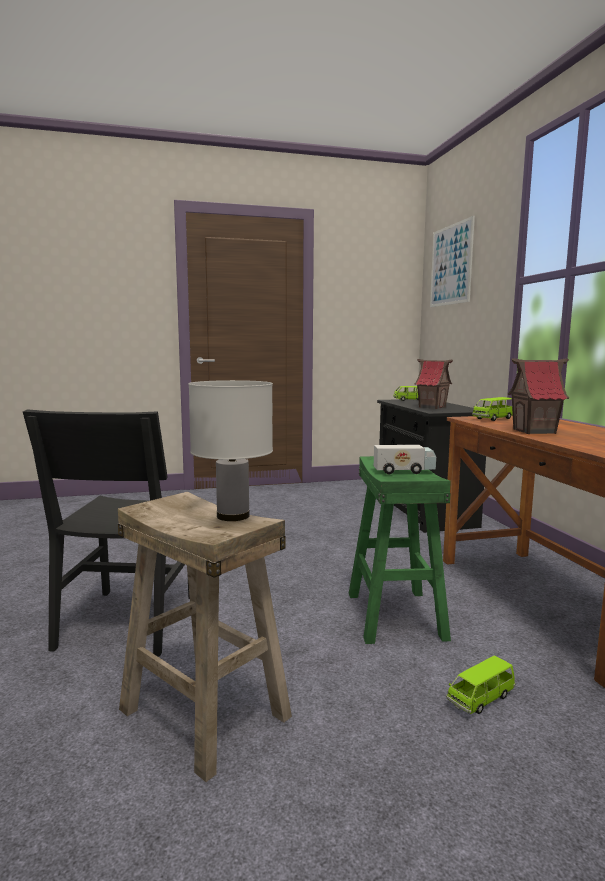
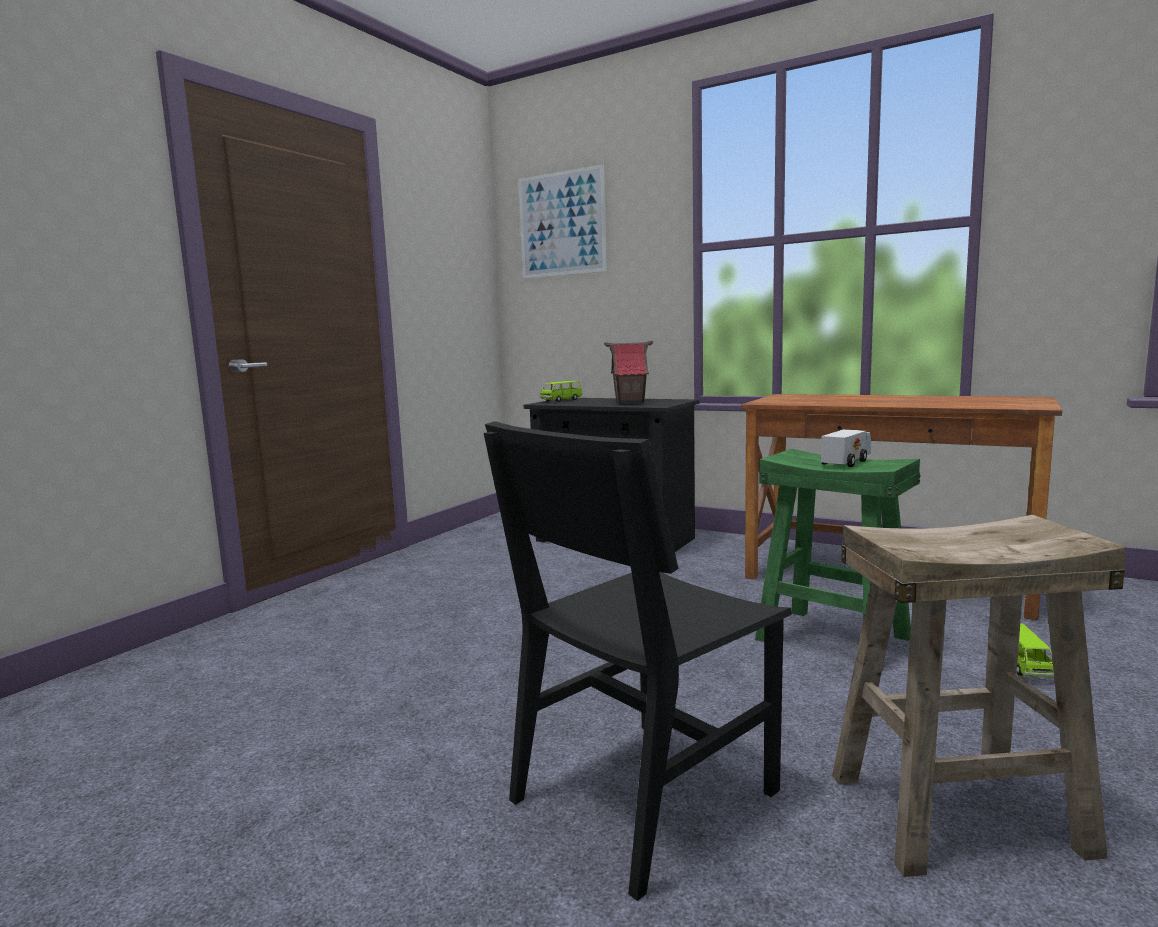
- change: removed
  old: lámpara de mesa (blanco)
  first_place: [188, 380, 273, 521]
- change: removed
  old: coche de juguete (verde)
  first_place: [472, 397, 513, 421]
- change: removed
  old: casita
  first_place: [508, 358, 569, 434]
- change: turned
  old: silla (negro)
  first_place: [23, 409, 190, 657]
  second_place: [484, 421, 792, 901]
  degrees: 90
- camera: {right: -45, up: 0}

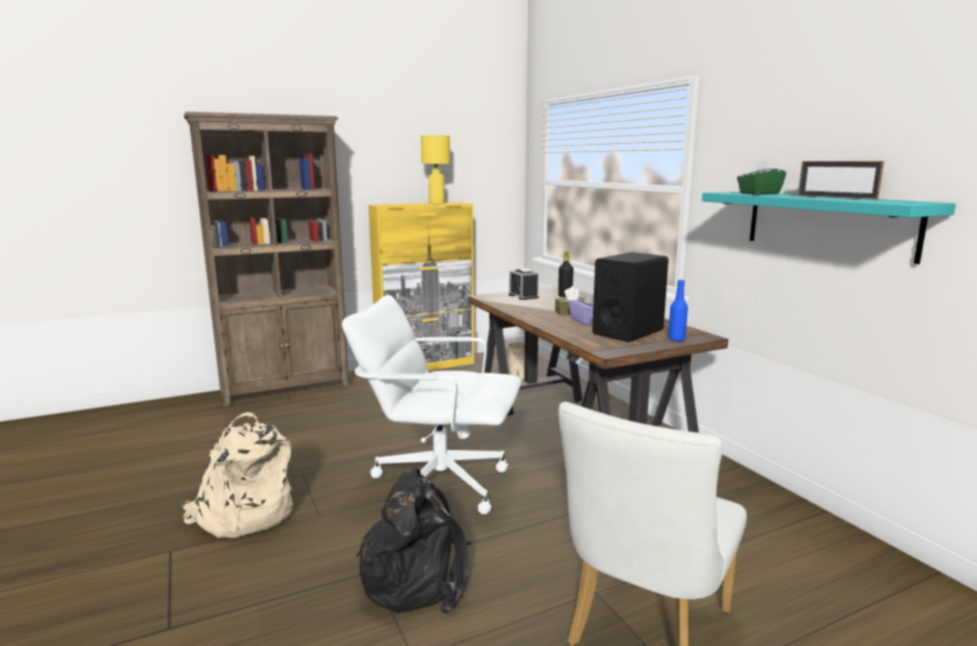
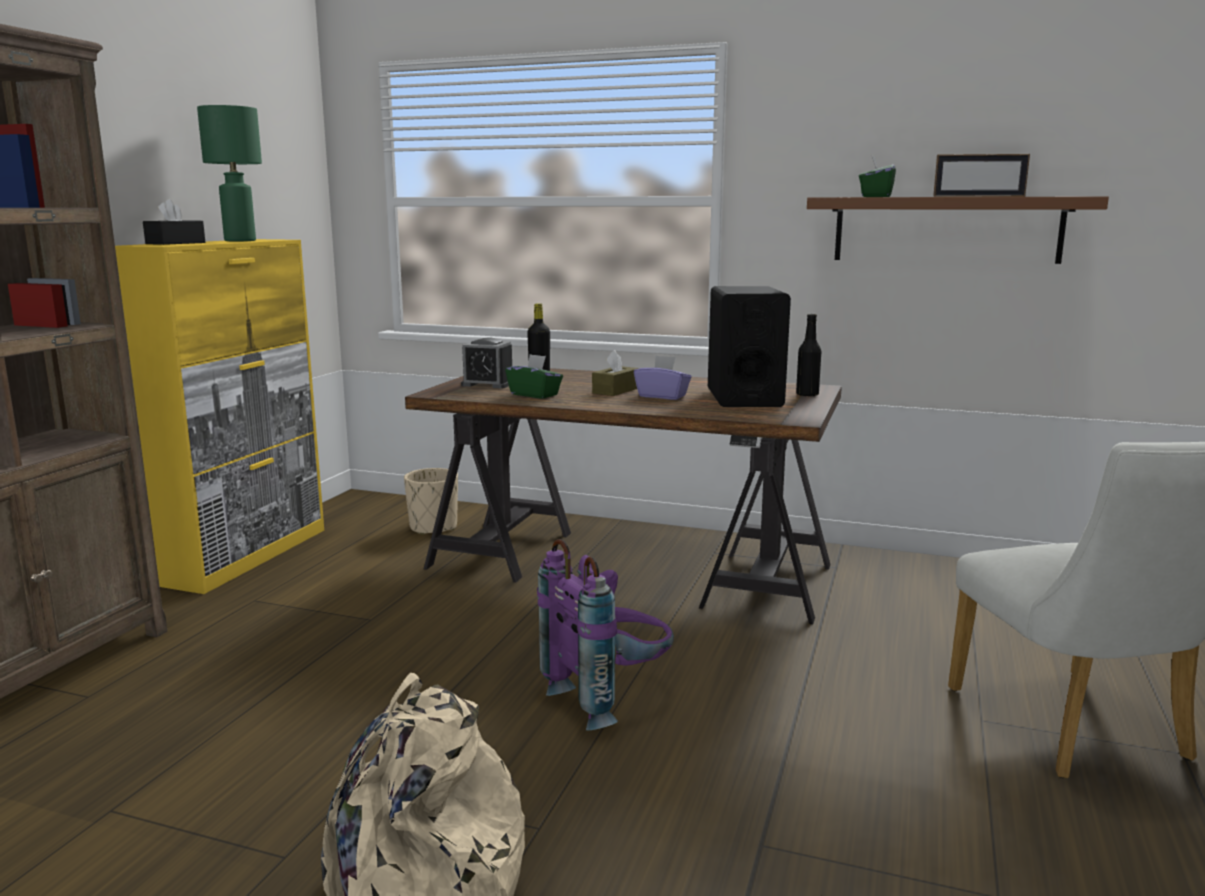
- change: removed
  old: mochila (negro)
  first_place: [356, 468, 472, 613]
- change: added
  new: caja de pañuelos (negro)
  second_place: [143, 199, 205, 245]
- change: added
  new: caja de pañuelos (verde)
  second_place: [505, 354, 563, 398]
- change: replaced
  old: silla de oficina (blanco)
  new: mochila (morado)
  first_place: [342, 295, 522, 515]
  second_place: [537, 539, 674, 731]
- change: recoloured
  old: lámpara de mesa (amarillo)
  new: lámpara de mesa (verde)
  first_place: [421, 135, 450, 204]
  second_place: [197, 105, 262, 241]
- change: recoloured
  old: botella (azul)
  new: botella (negro)
  first_place: [668, 280, 688, 341]
  second_place: [796, 314, 821, 397]
- change: recoloured
  old: estante (turquesa)
  new: estante (marrón)
  first_place: [702, 192, 956, 264]
  second_place: [807, 196, 1109, 264]
- camera: {right: -45, up: 0}

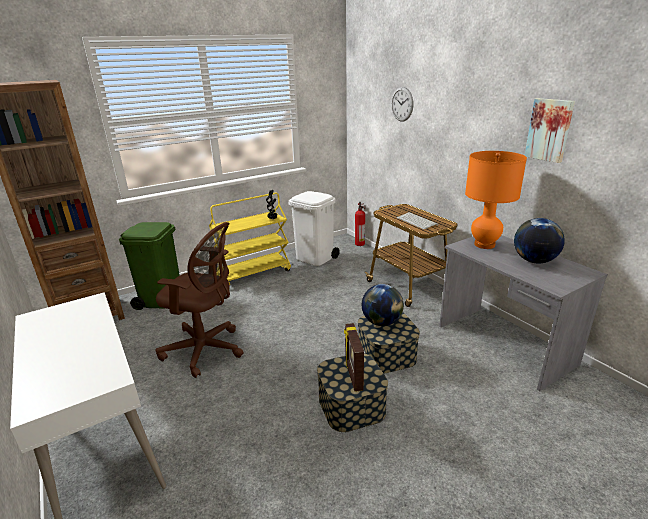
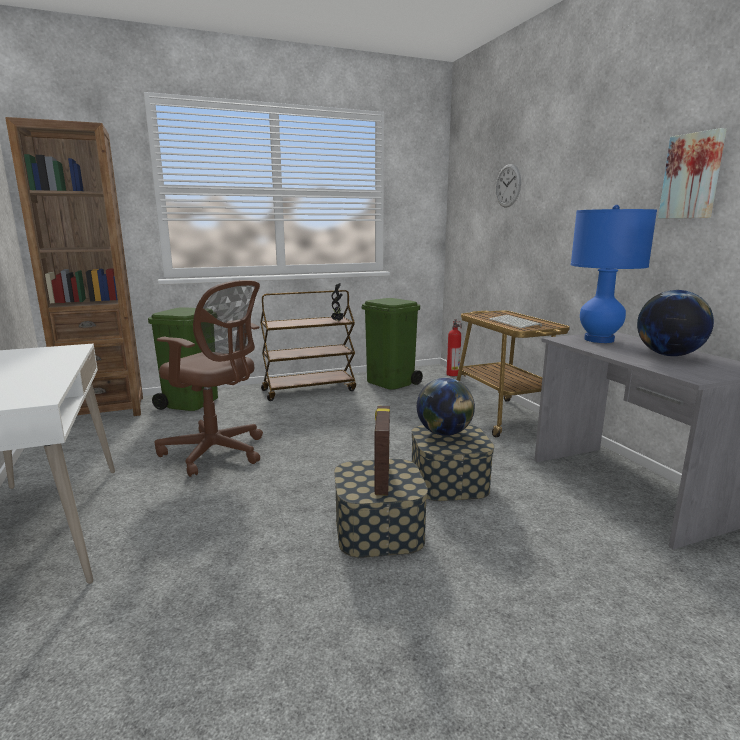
- change: recoloured
  old: carrito (amarillo)
  new: carrito (marrón)
  first_place: [209, 193, 291, 286]
  second_place: [260, 290, 356, 401]
- change: recoloured
  old: papelera (blanco)
  new: papelera (verde)
  first_place: [288, 191, 340, 266]
  second_place: [361, 298, 423, 390]
- change: recoloured
  old: lámpara de mesa (naranja)
  new: lámpara de mesa (azul)
  first_place: [465, 151, 527, 249]
  second_place: [571, 205, 657, 343]
- camera: {right: 10, up: -10}

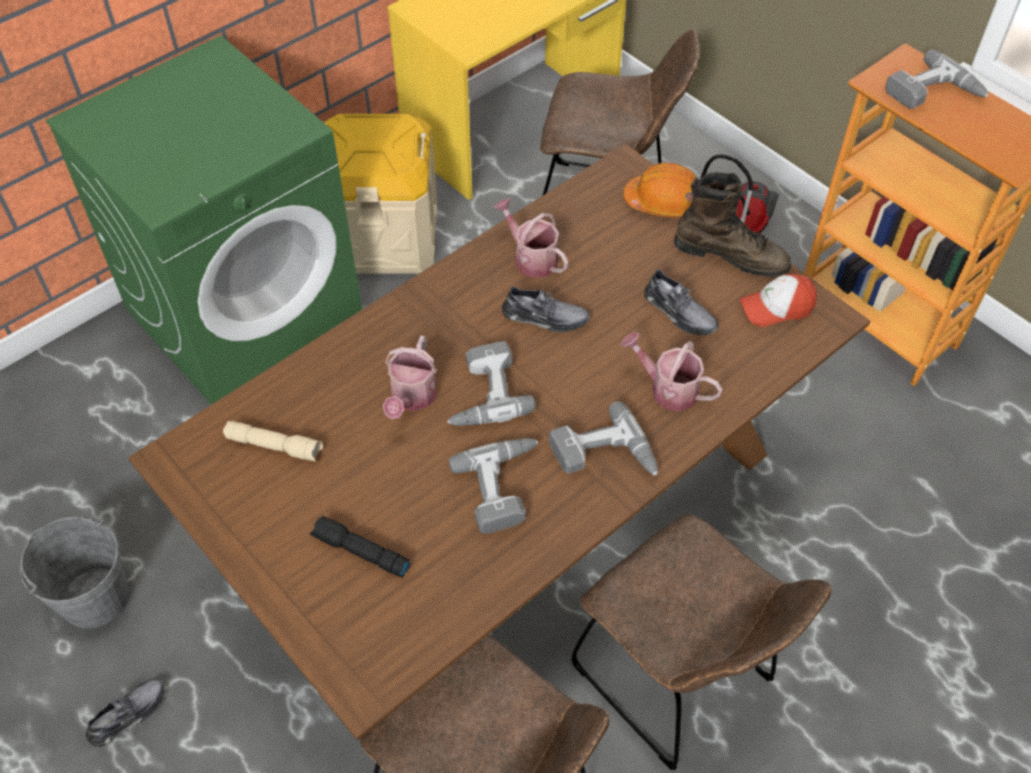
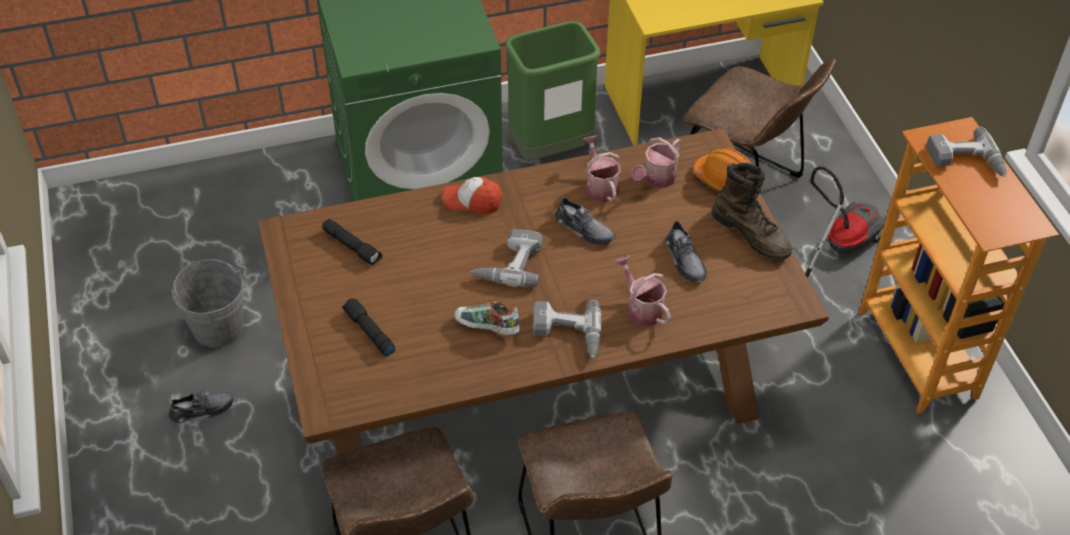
- change: moved
  old: regadera
  first_place: [383, 336, 437, 419]
  second_place: [631, 137, 682, 188]
- change: moved
  old: gorra
  first_place: [739, 274, 817, 327]
  second_place: [443, 177, 501, 214]
- change: replaced
  old: caja de almacenaje (beis)
  new: papelera (verde)
  first_place: [324, 114, 437, 274]
  second_place: [505, 21, 600, 159]
- change: replaced
  old: taladro
  new: zapato
  first_place: [449, 438, 538, 534]
  second_place: [454, 301, 520, 335]
- change: recoloured
  old: linterna (beis)
  new: linterna (negro)
  first_place: [223, 421, 323, 462]
  second_place: [322, 219, 382, 266]
- camera: {right: 25, up: -5}

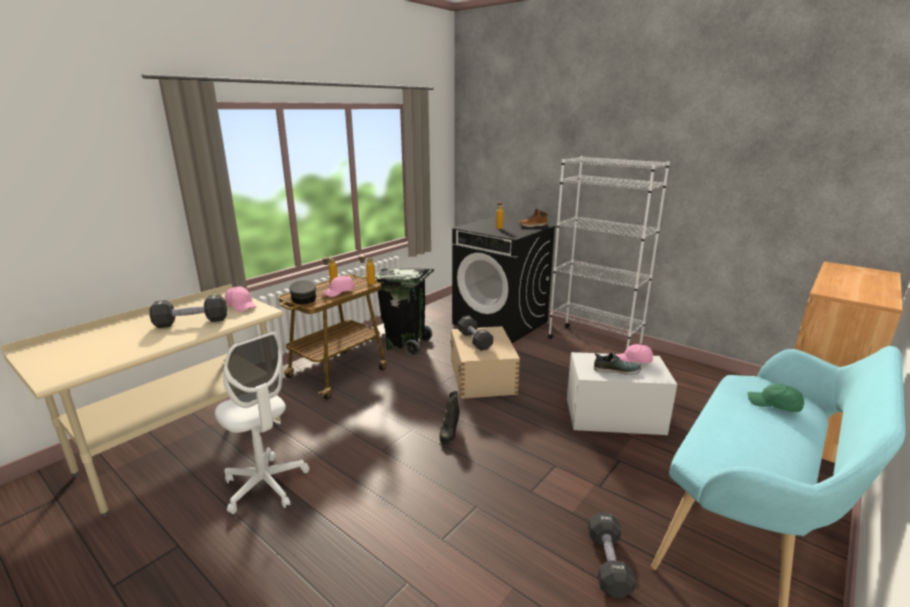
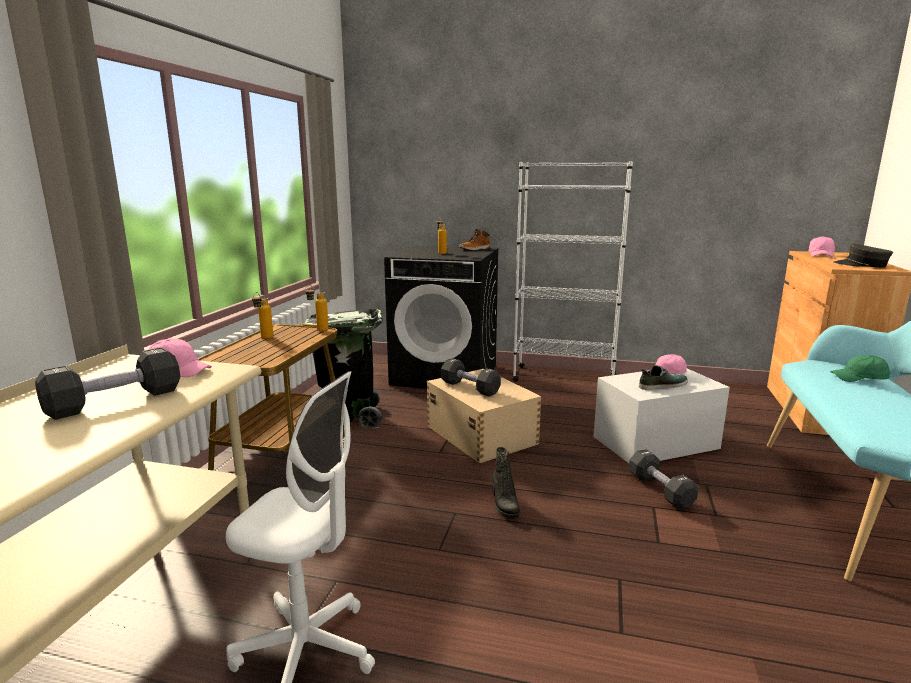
- change: moved
  old: gorra (gris)
  first_place: [289, 280, 317, 304]
  second_place: [834, 243, 893, 268]
- change: moved
  old: gorra (rosa)
  first_place: [322, 276, 355, 297]
  second_place: [809, 236, 835, 258]
- change: moved
  old: mancuerna (negro)
  first_place: [588, 512, 636, 598]
  second_place: [629, 449, 699, 510]
- camera: {right: -25, up: -5}

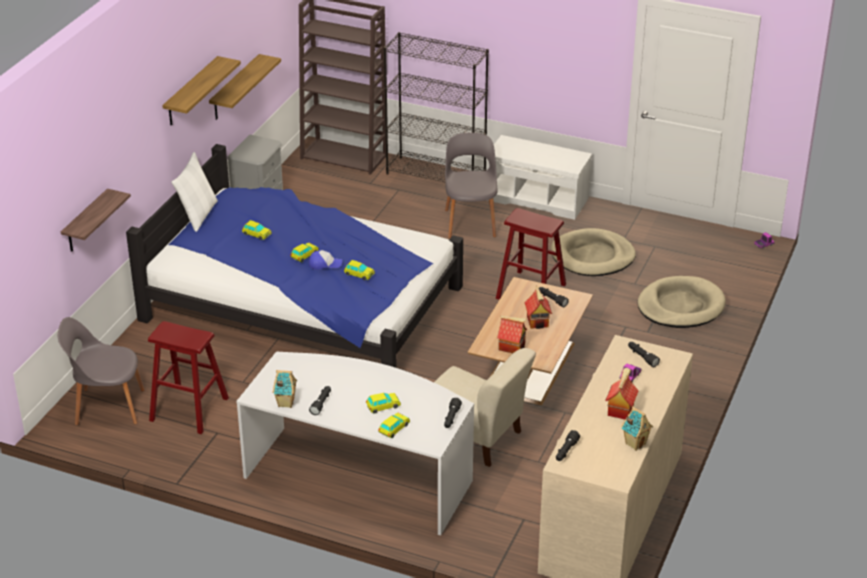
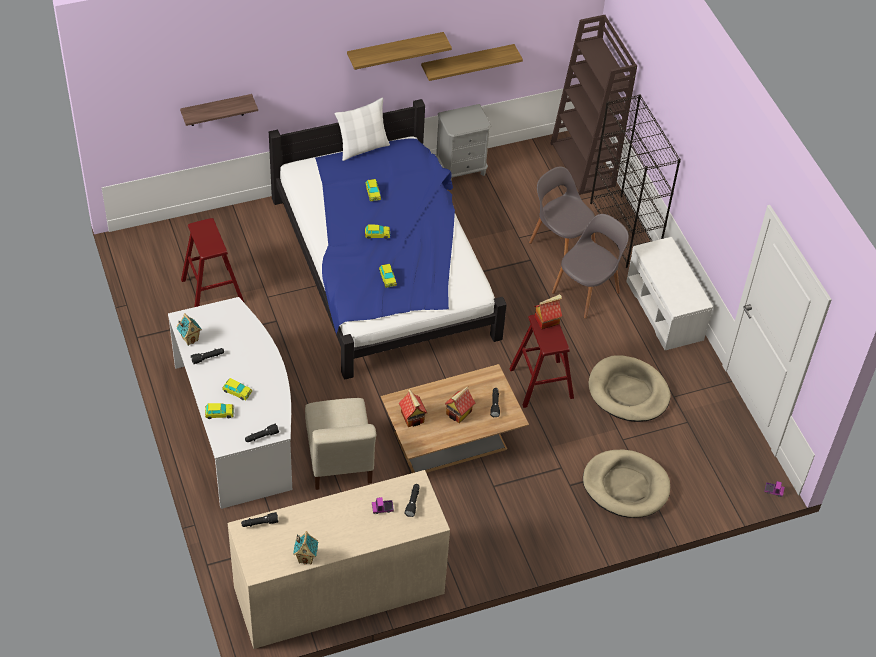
- change: removed
  old: gorra
  first_place: [309, 250, 343, 270]
- change: moved
  old: silla (gris)
  first_place: [58, 317, 145, 426]
  second_place: [529, 167, 595, 256]
- change: moved
  old: casita
  first_place: [605, 368, 638, 419]
  second_place: [534, 294, 562, 329]
- camera: {right: 45, up: 15}

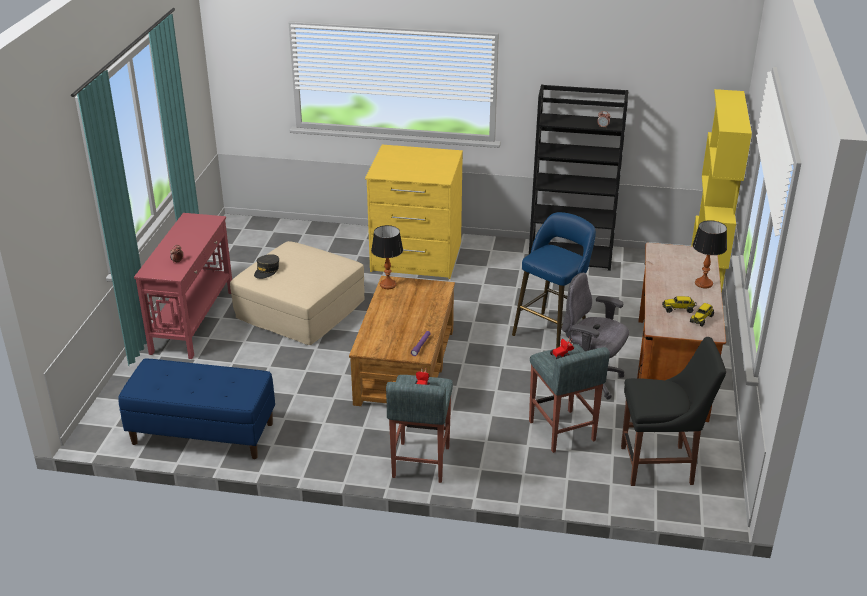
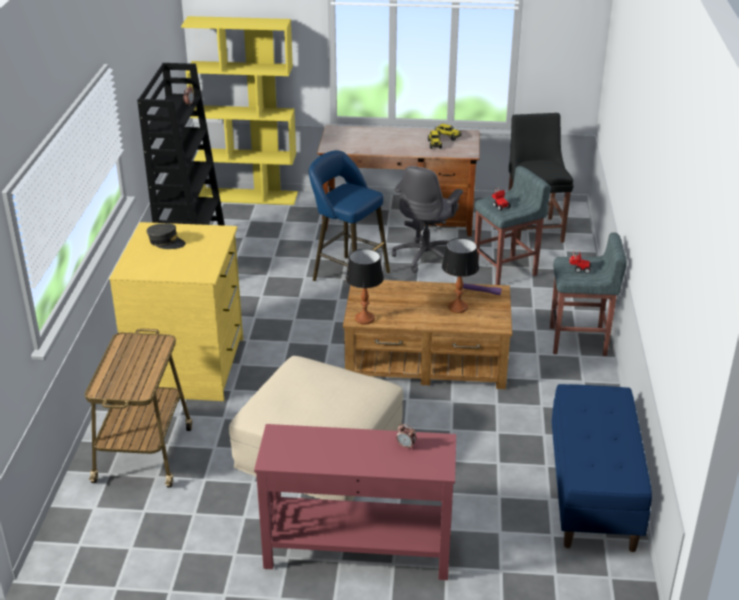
- change: added
  new: carrito
  second_place: [85, 328, 192, 488]
- change: moved
  old: gorra (gris)
  first_place: [254, 254, 279, 279]
  second_place: [147, 223, 186, 249]
- change: moved
  old: lámpara de mesa
  first_place: [693, 220, 727, 288]
  second_place: [442, 238, 479, 313]
- camera: {right: -95, up: 0}

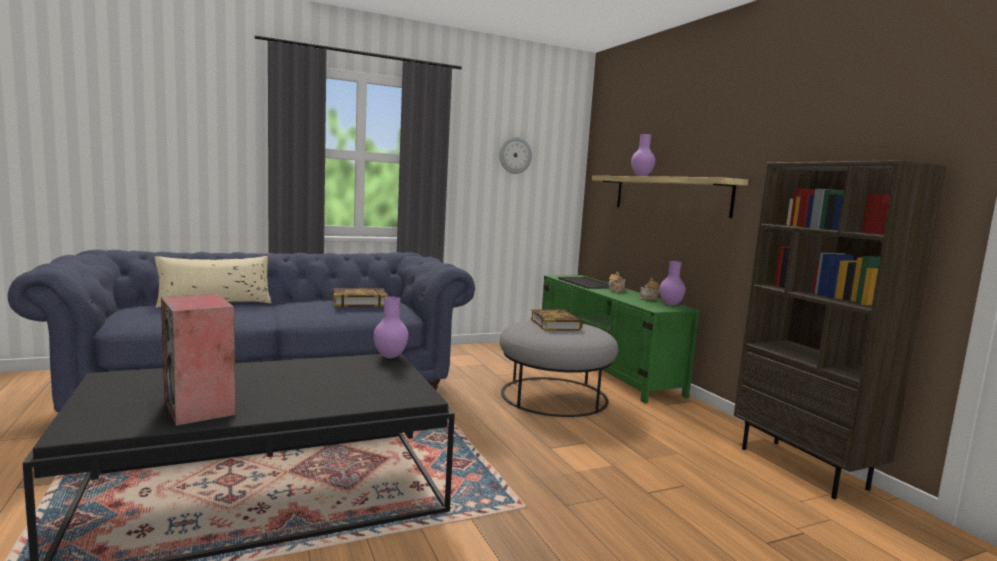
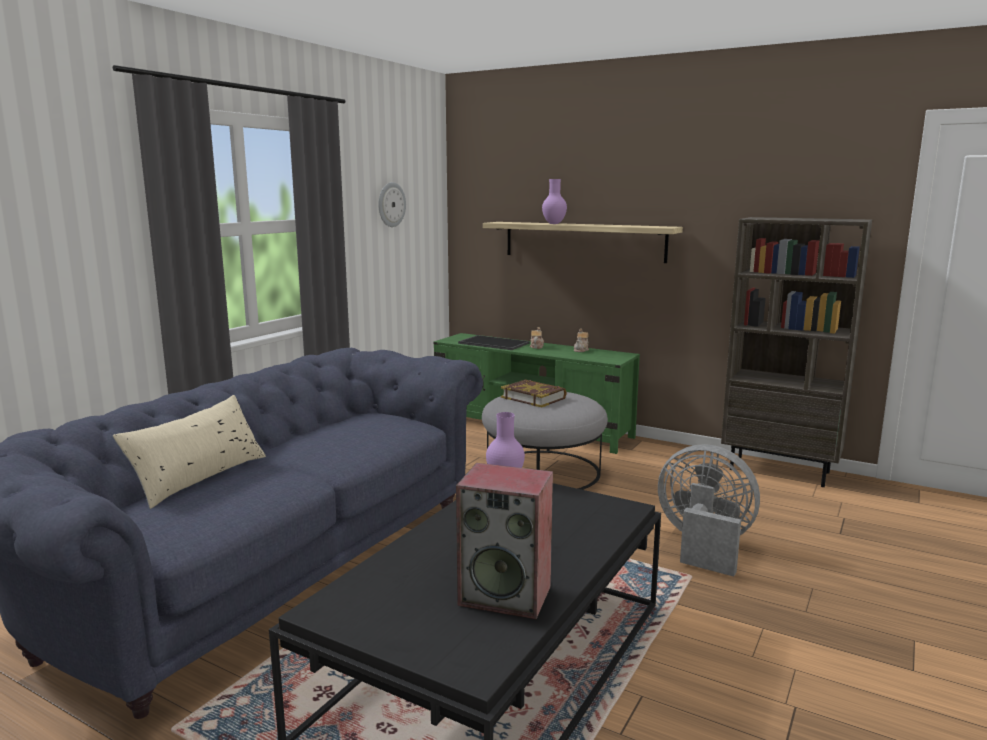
- change: removed
  old: libro
  first_place: [333, 288, 388, 307]
- change: removed
  old: florero (morado)
  first_place: [660, 261, 686, 306]
- change: added
  new: ventilador (gris)
  second_place: [658, 444, 760, 577]
- camera: {right: -35, up: 5}

